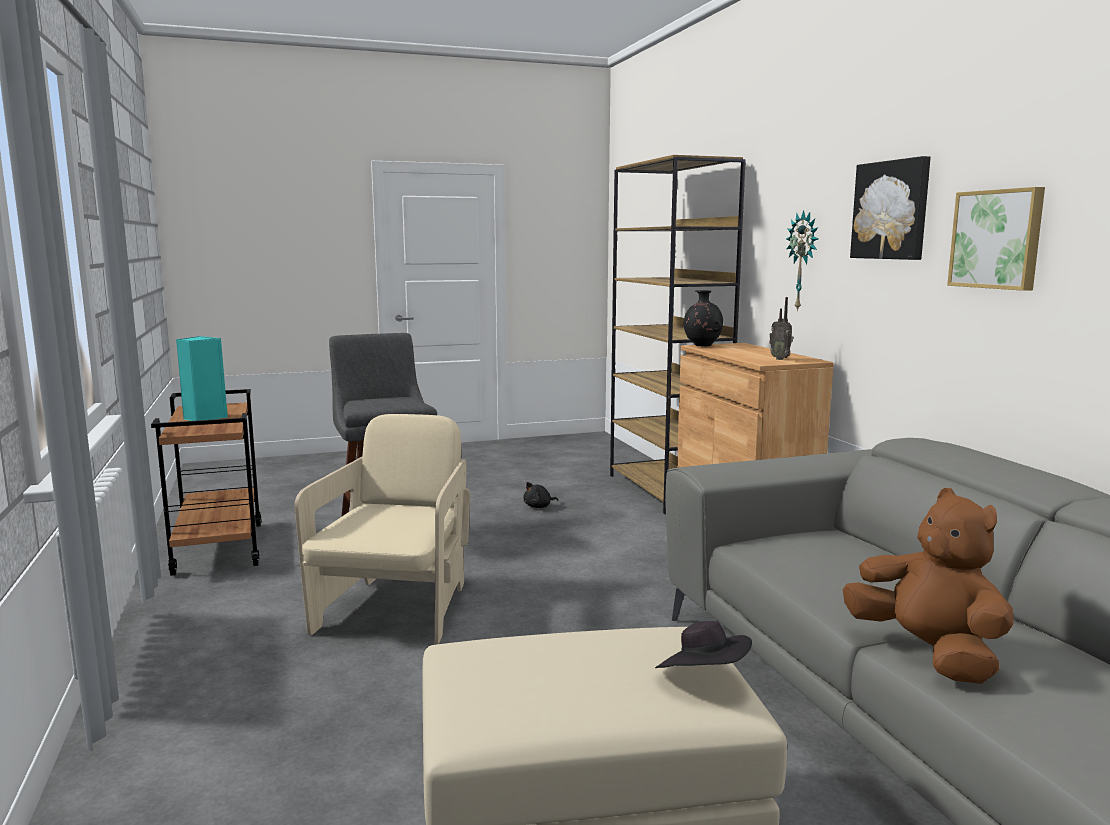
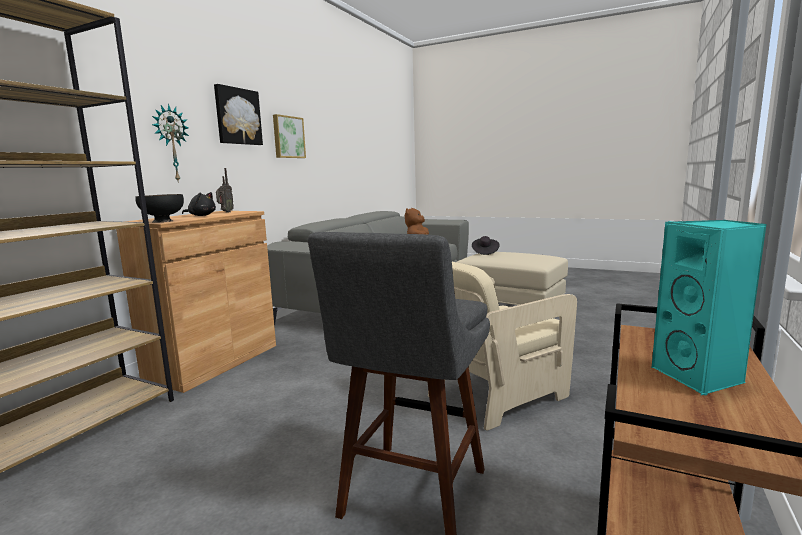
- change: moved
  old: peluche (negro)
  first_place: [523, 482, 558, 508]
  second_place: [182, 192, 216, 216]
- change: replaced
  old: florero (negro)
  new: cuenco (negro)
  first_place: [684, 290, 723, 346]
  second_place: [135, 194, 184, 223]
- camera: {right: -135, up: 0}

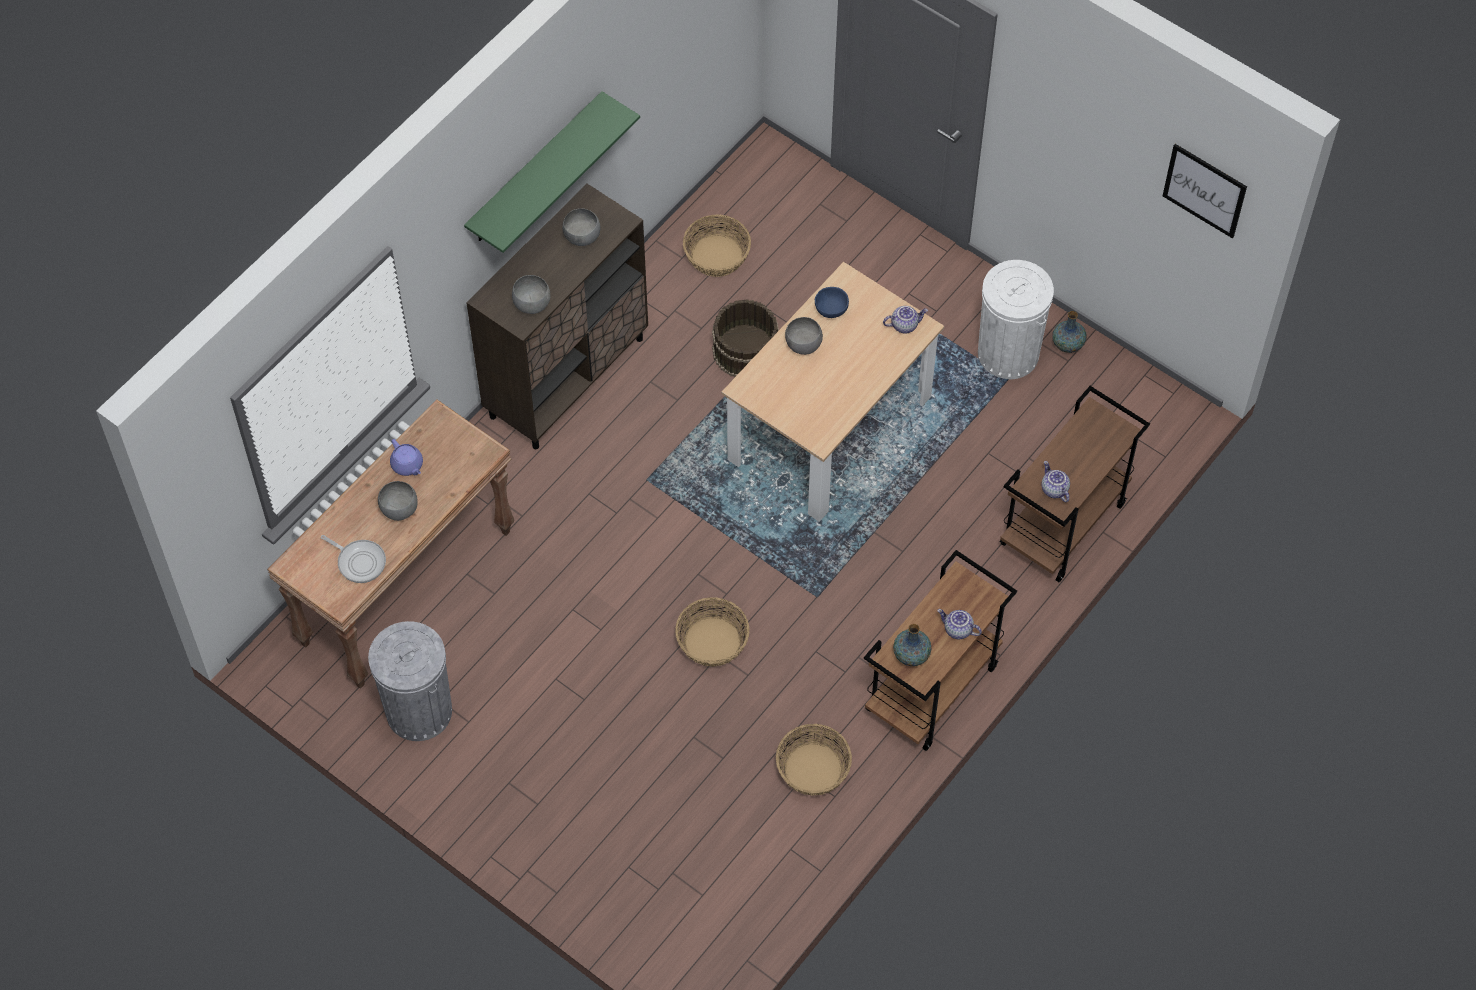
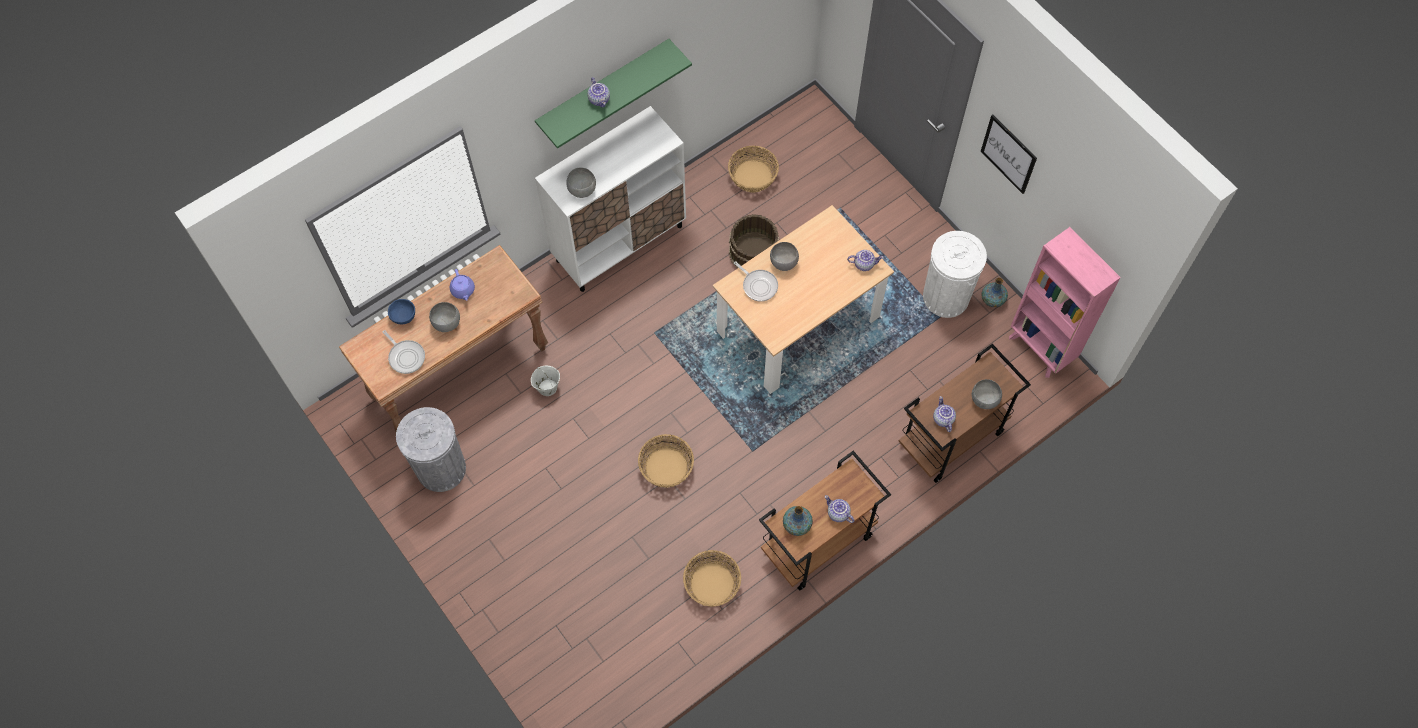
- change: added
  new: cubo (blanco)
  second_place: [531, 366, 560, 396]
- change: added
  new: tetera
  second_place: [587, 77, 610, 108]
- change: added
  new: sartén
  second_place: [734, 261, 778, 302]
- change: added
  new: estantería (rosa)
  second_place: [1009, 227, 1121, 378]
- change: moved
  old: cuenco (gris)
  first_place: [562, 208, 600, 246]
  second_place: [972, 379, 1002, 409]
- change: moved
  old: cuenco (azul)
  first_place: [815, 287, 849, 318]
  second_place: [388, 299, 415, 324]
- change: moved
  old: cuadro
  first_place: [1163, 144, 1247, 239]
  second_place: [981, 114, 1037, 194]
- change: recoloured
  old: armario (marrón)
  new: armario (blanco)
  first_place: [466, 184, 648, 449]
  second_place: [535, 106, 686, 292]
- camera: {right: 15, up: 5}

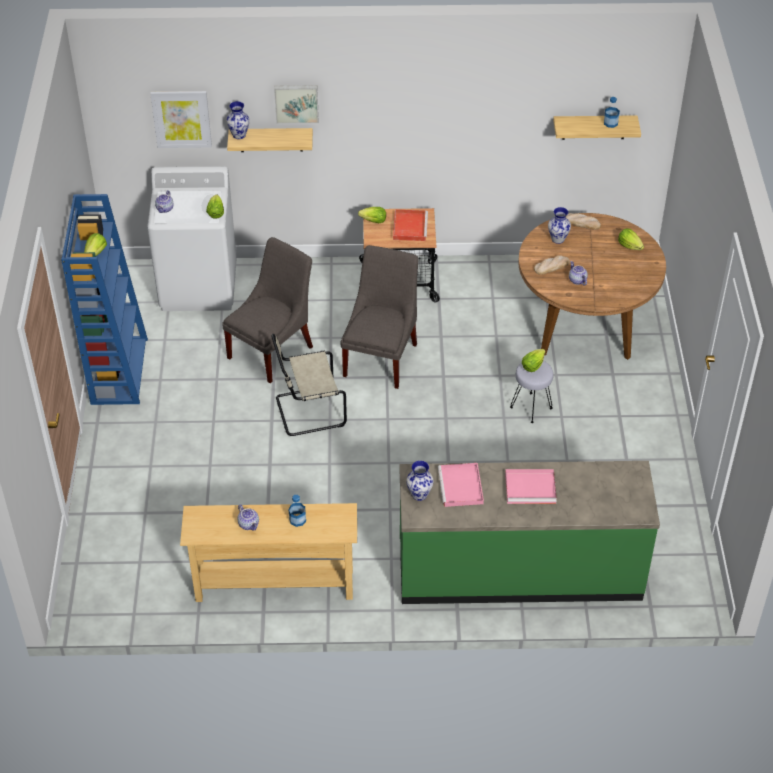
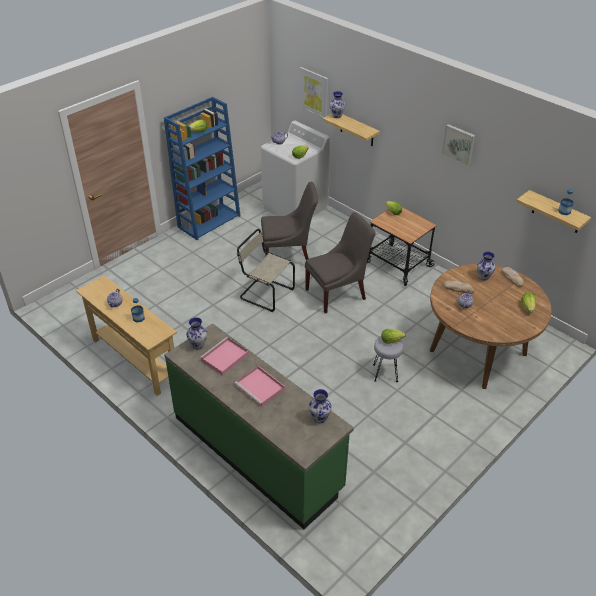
- change: removed
  old: bandeja (rojo)
  first_place: [393, 209, 428, 241]
- change: added
  new: florero
  second_place: [309, 389, 332, 423]
- change: moved
  old: cuadro
  first_place: [274, 85, 319, 124]
  second_place: [442, 124, 475, 165]
- camera: {right: 45, up: -5}

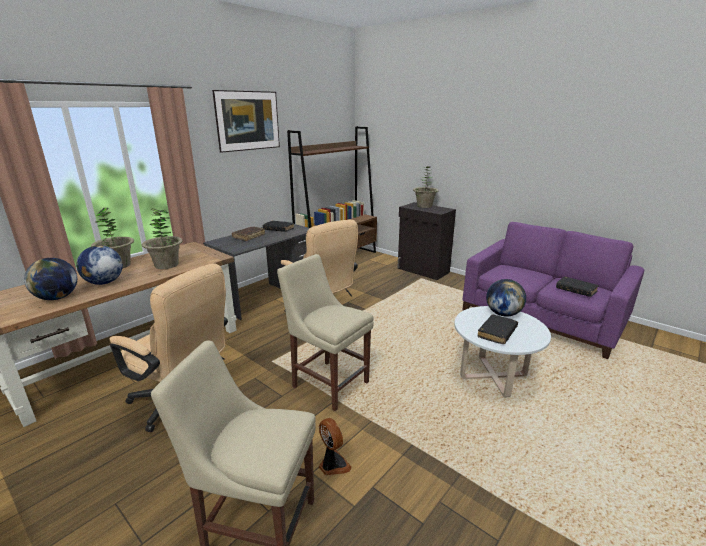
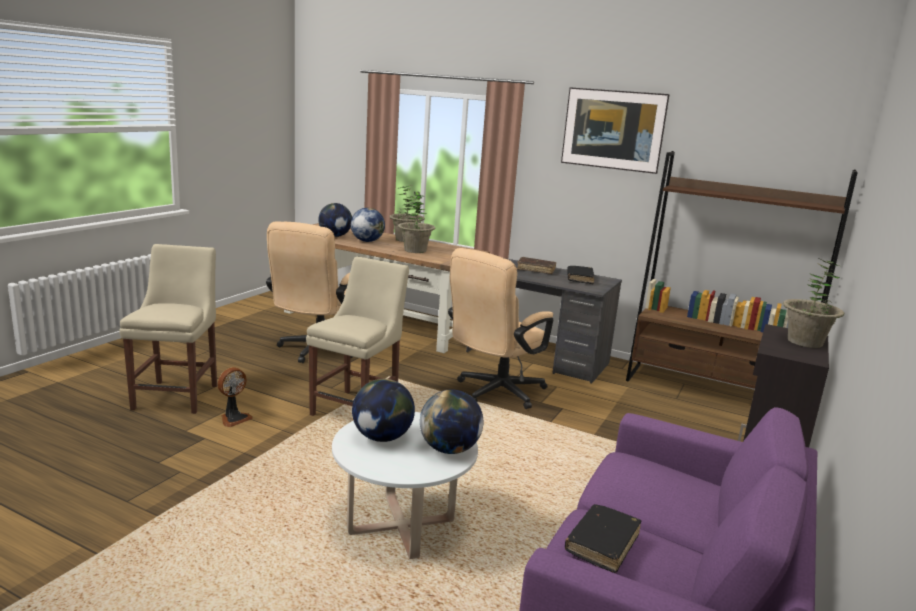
- change: replaced
  old: libro (negro)
  new: globo terráqueo
  first_place: [477, 314, 518, 344]
  second_place: [352, 379, 415, 442]
- camera: {right: 75, up: -5}

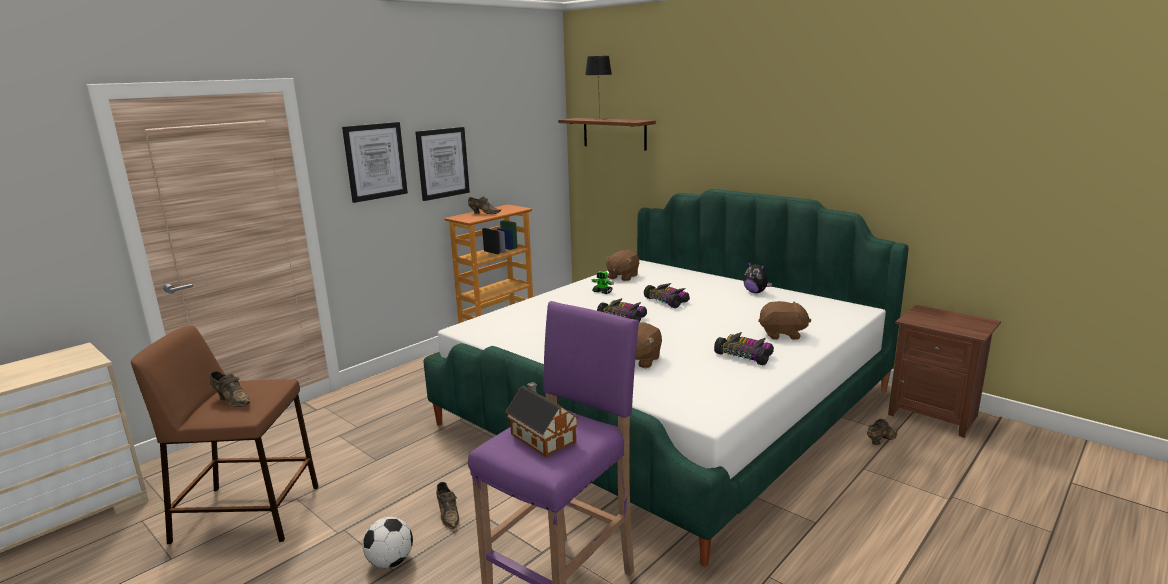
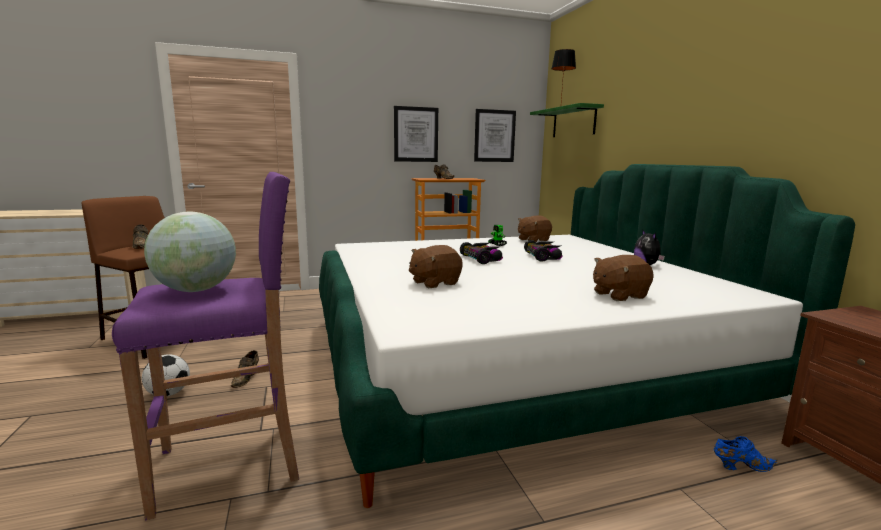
- change: removed
  old: coche de juguete
  first_place: [714, 332, 774, 365]
- change: moved
  old: cuadro
  first_place: [342, 122, 408, 203]
  second_place: [474, 109, 516, 162]
- change: replaced
  old: casita
  new: globo terráqueo
  first_place: [505, 382, 579, 457]
  second_place: [144, 212, 236, 292]
- change: recoloured
  old: estante (marrón)
  new: estante (verde)
  first_place: [558, 118, 656, 150]
  second_place: [530, 103, 604, 137]
- change: recoloured
  old: zapato (marrón)
  new: zapato (azul)
  first_place: [867, 419, 898, 445]
  second_place: [714, 436, 778, 472]
- change: turned
  old: peluche (marrón)
  first_place: [758, 301, 812, 340]
  second_place: [593, 255, 654, 301]
  degrees: 120
- camera: {right: 30, up: -5}

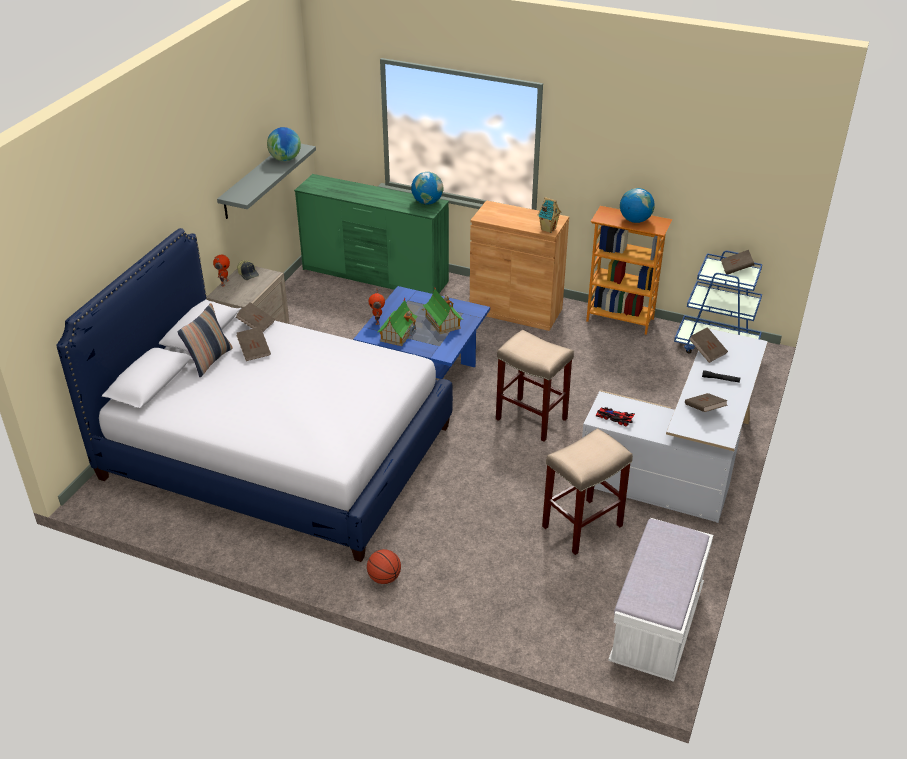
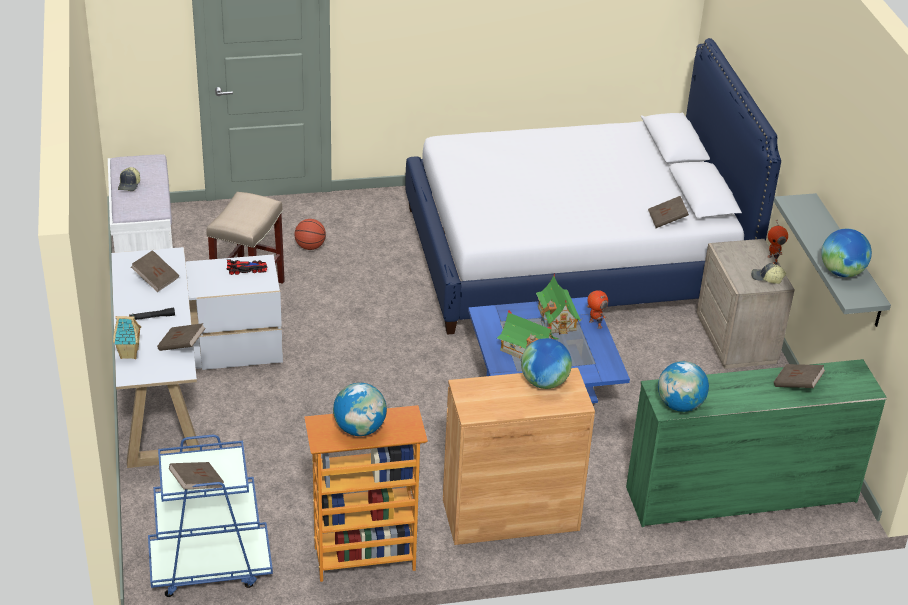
- change: removed
  old: cojín
  first_place: [178, 303, 233, 377]
- change: removed
  old: taburete (beis)
  first_place: [496, 330, 574, 441]
- change: added
  new: gorra
  second_place: [118, 167, 140, 191]
- change: added
  new: globo terráqueo
  second_place: [521, 338, 572, 389]
- change: moved
  old: libro (marrón)
  first_place: [236, 327, 271, 361]
  second_place: [774, 364, 825, 388]
- change: moved
  old: balón de baloncesto
  first_place: [367, 549, 401, 584]
  second_place: [294, 219, 326, 250]
- change: moved
  old: casita
  first_place: [538, 197, 561, 233]
  second_place: [113, 313, 141, 359]
- camera: {right: 145, up: 0}

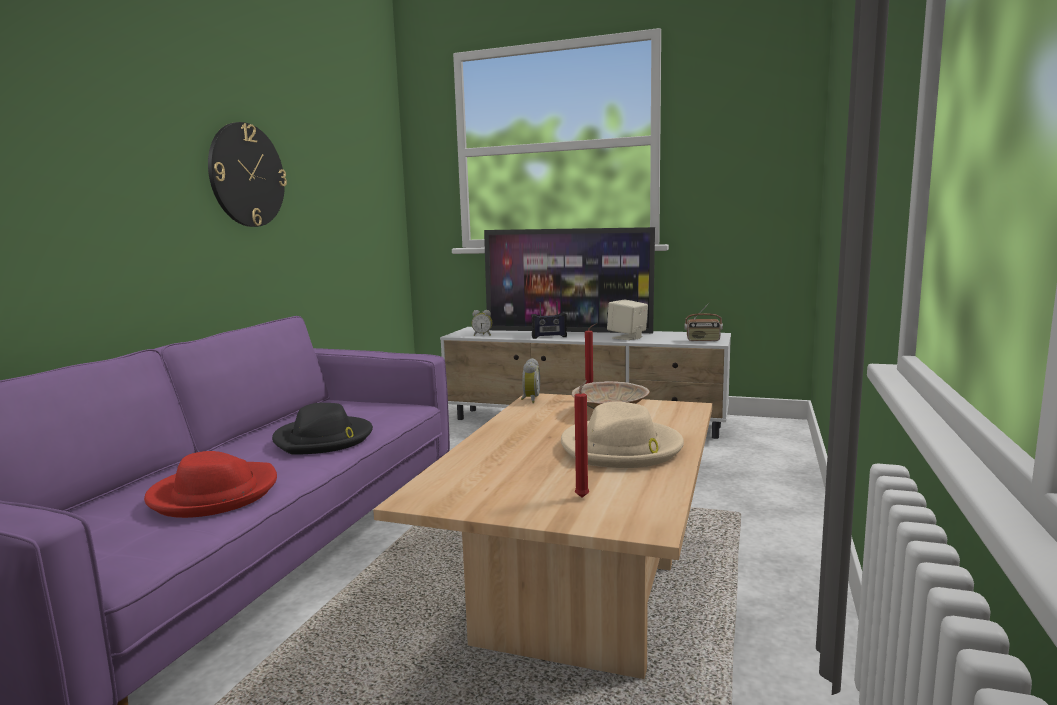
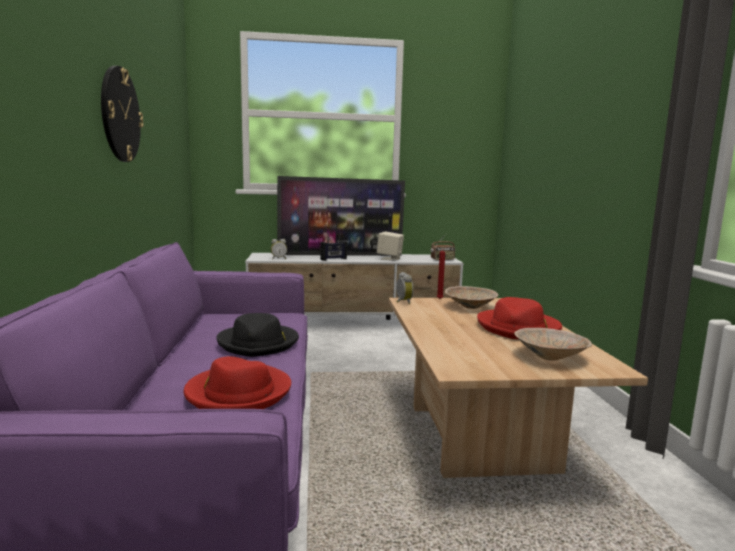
- change: replaced
  old: vela (rojo)
  new: cuenco (beis)
  first_place: [574, 380, 589, 497]
  second_place: [514, 328, 592, 361]
- change: recoloured
  old: sombrero (beis)
  new: sombrero (rojo)
  first_place: [561, 401, 684, 468]
  second_place: [477, 297, 562, 339]
- camera: {right: -25, up: 0}

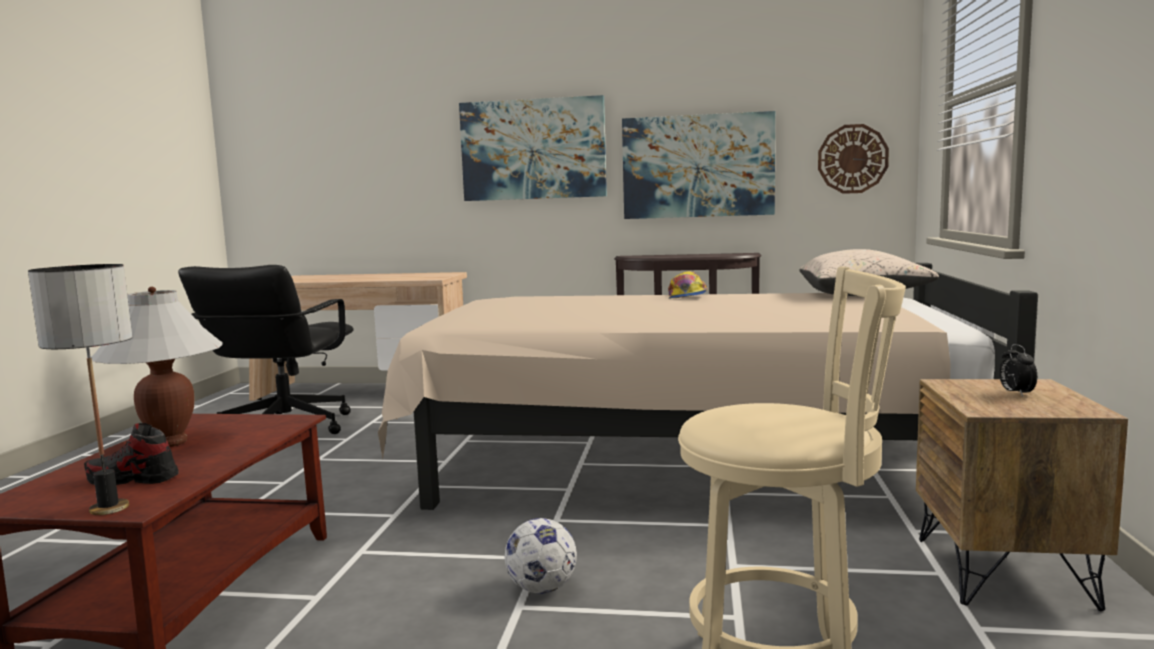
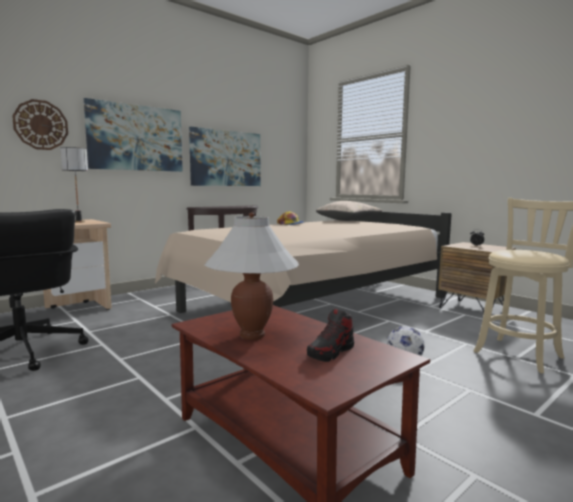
- change: moved
  old: lámpara de mesa
  first_place: [28, 264, 132, 515]
  second_place: [60, 147, 88, 223]
- change: moved
  old: reloj de pared
  first_place: [818, 124, 889, 194]
  second_place: [12, 99, 68, 150]
- camera: {right: -50, up: 0}

